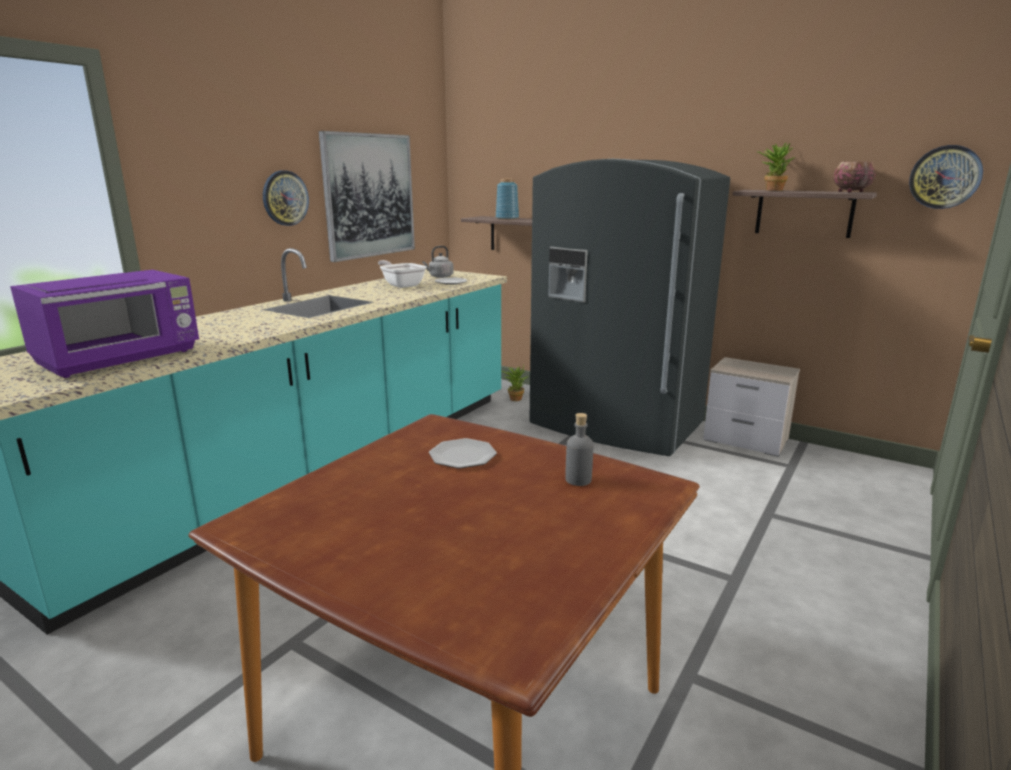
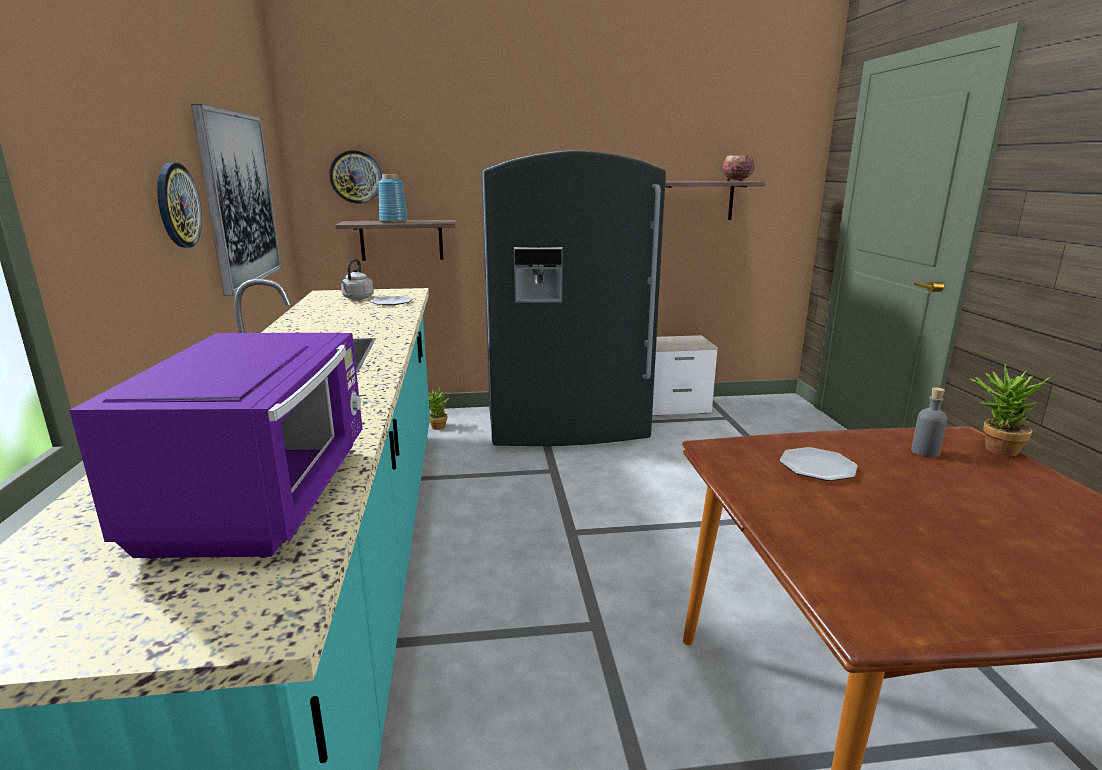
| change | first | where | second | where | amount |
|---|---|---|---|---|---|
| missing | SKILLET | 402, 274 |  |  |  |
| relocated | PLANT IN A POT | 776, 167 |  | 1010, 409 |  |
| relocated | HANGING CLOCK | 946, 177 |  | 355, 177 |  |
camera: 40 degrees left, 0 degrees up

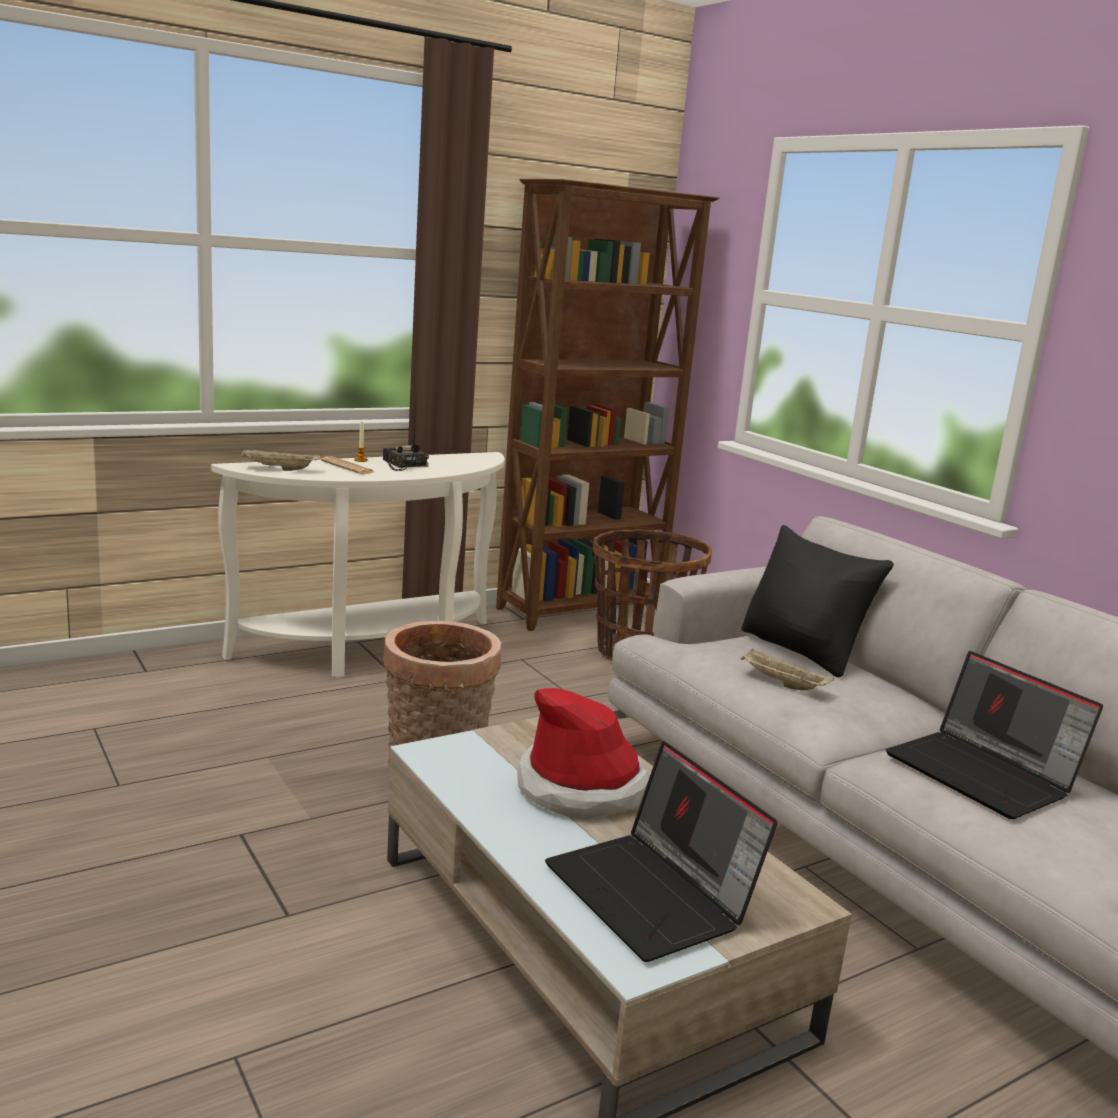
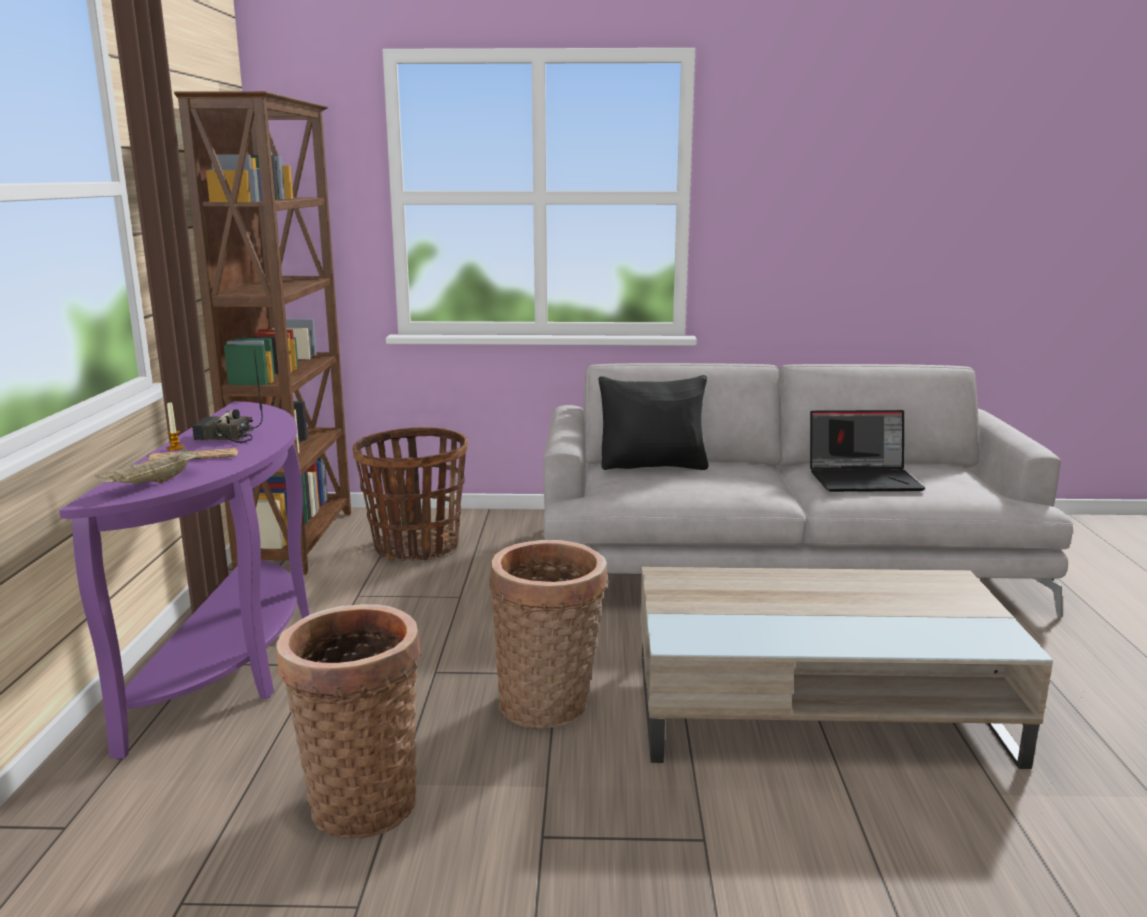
| change | first | where | second | where | amount |
|---|---|---|---|---|---|
| missing | WEARABLE HAT | 583, 753 |  |  |  |
| missing | LAPTOP | 661, 851 |  |  |  |
| missing | SAND-COLOURED SERVING TRAY | 787, 669 |  |  |  |
| appeared |  |  | HOUSEHOLD BASKET | 348, 721 |  |
| colour | WHITE NARROW TABLE | 357, 565 | PURPLISH NARROW TABLE | 184, 580 |  |
camera: 55 degrees left, 0 degrees up

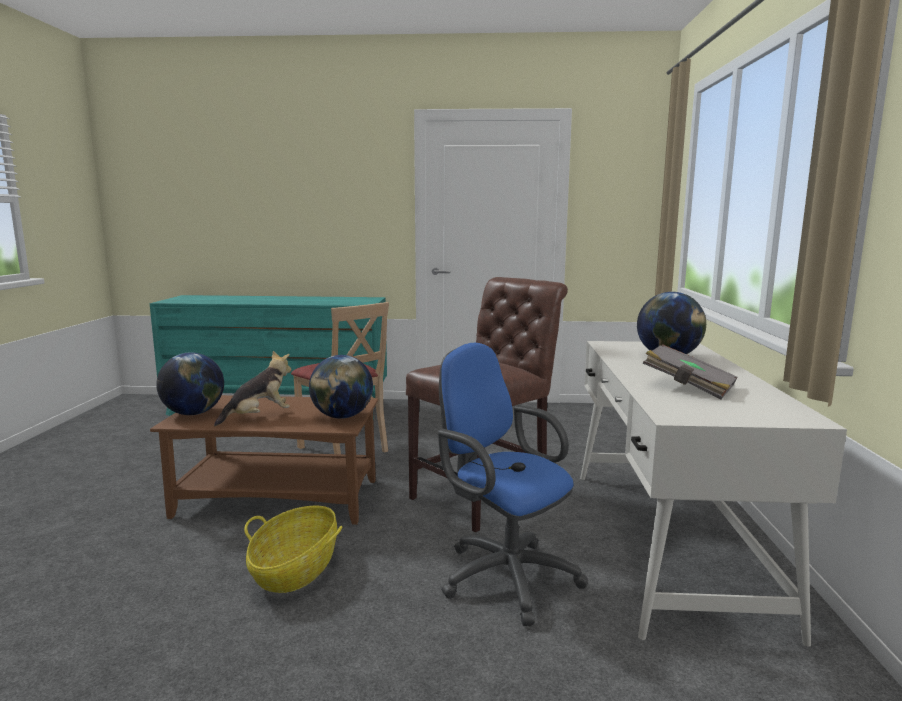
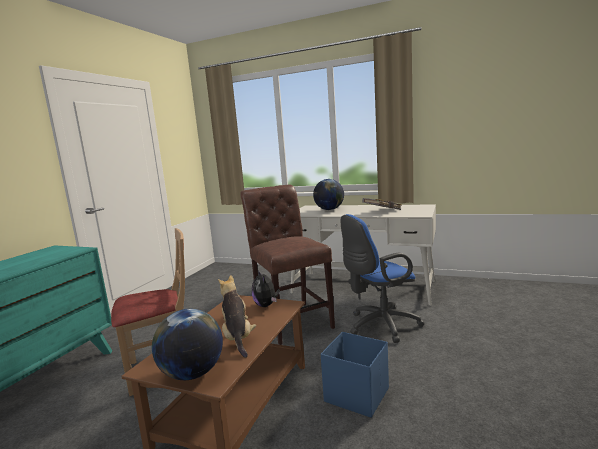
| change | first | where | second | where | amount |
|---|---|---|---|---|---|
| exchanged | HOUSEHOLD BASKET | 293, 549 | BLUE STORAGE CONTAINER | 355, 375 |  |
| exchanged | DESK GLOBE | 341, 387 | SOFT TOY | 266, 288 |  |
camera: 70 degrees left, 0 degrees up

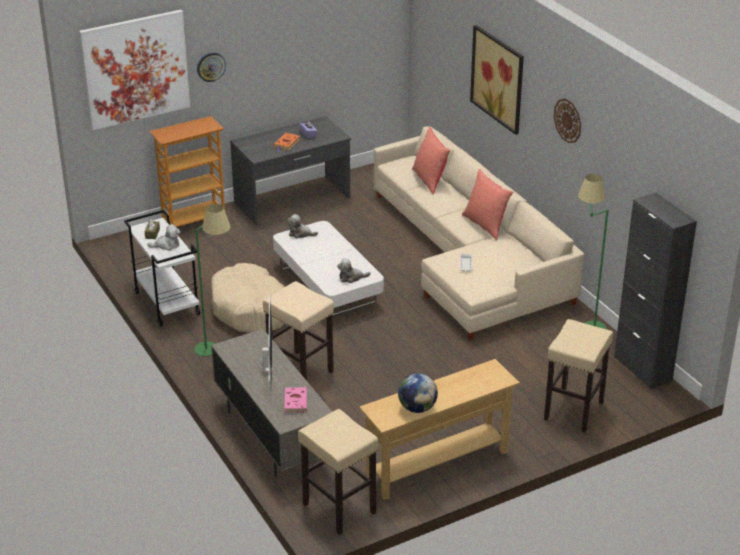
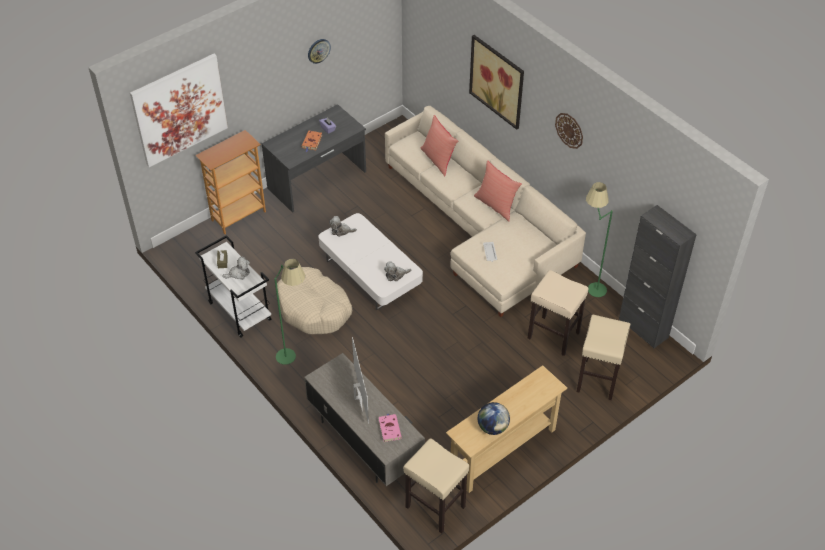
| change | first | where | second | where | amount |
|---|---|---|---|---|---|
| relocated | HANGING CLOCK | 211, 67 |  | 319, 51 |  |
| relocated | SAND-COLOURED STOOL SEAT | 298, 331 |  | 558, 313 |  |
camera: 10 degrees left, 15 degrees up

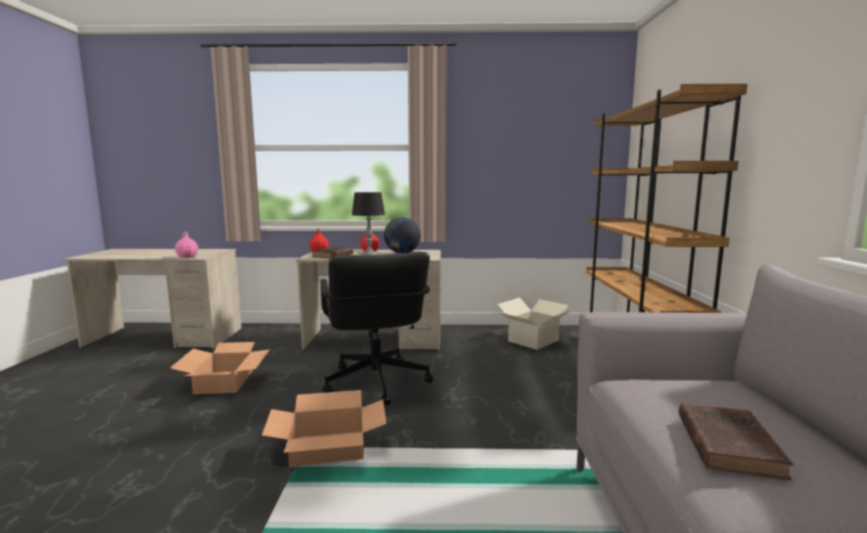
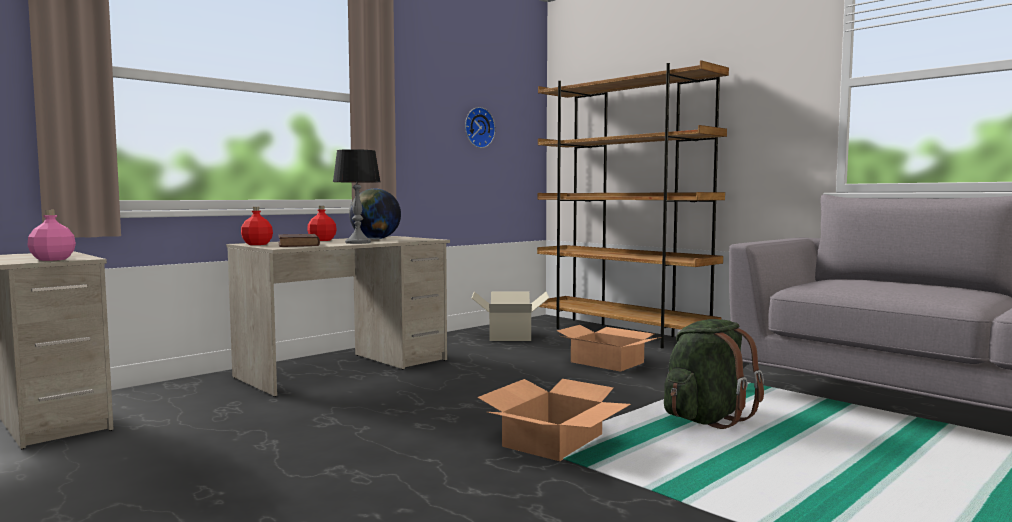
| change | first | where | second | where | amount |
|---|---|---|---|---|---|
| missing | BLACK OFFICE CHAIR | 376, 328 |  |  |  |
| missing | BROWNISH BOUND BOOK | 736, 441 |  |  |  |
| appeared |  |  | HANGING CLOCK | 480, 127 |  |
| appeared |  |  | GREEN-COLOURED KNAPSACK | 714, 374 |  |
| relocated | CARDBOARD BOX | 220, 368 |  | 609, 348 |  |
camera: 45 degrees left, 5 degrees down

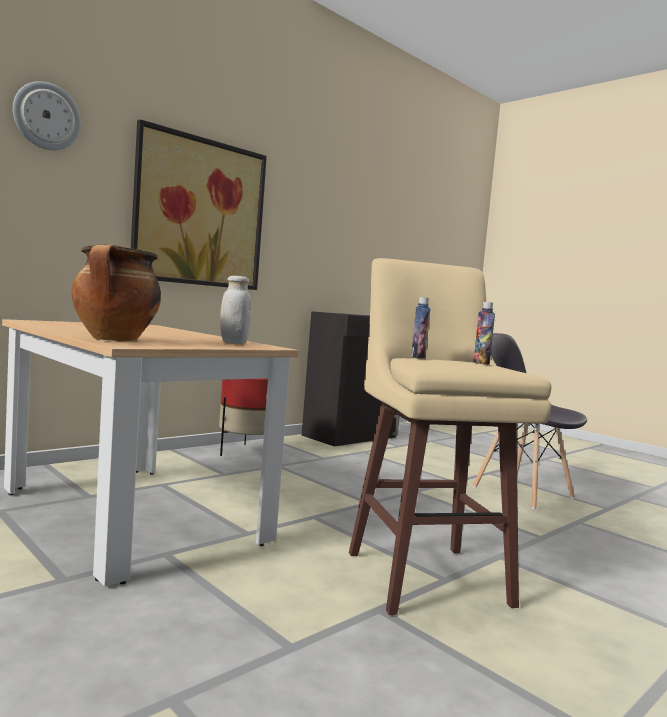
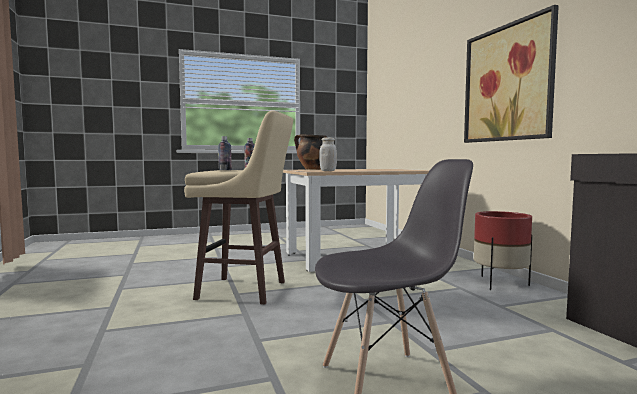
| change | first | where | second | where | amount |
|---|---|---|---|---|---|
| missing | HANGING CLOCK | 47, 115 |  |  |  |
camera: 115 degrees right, 0 degrees up

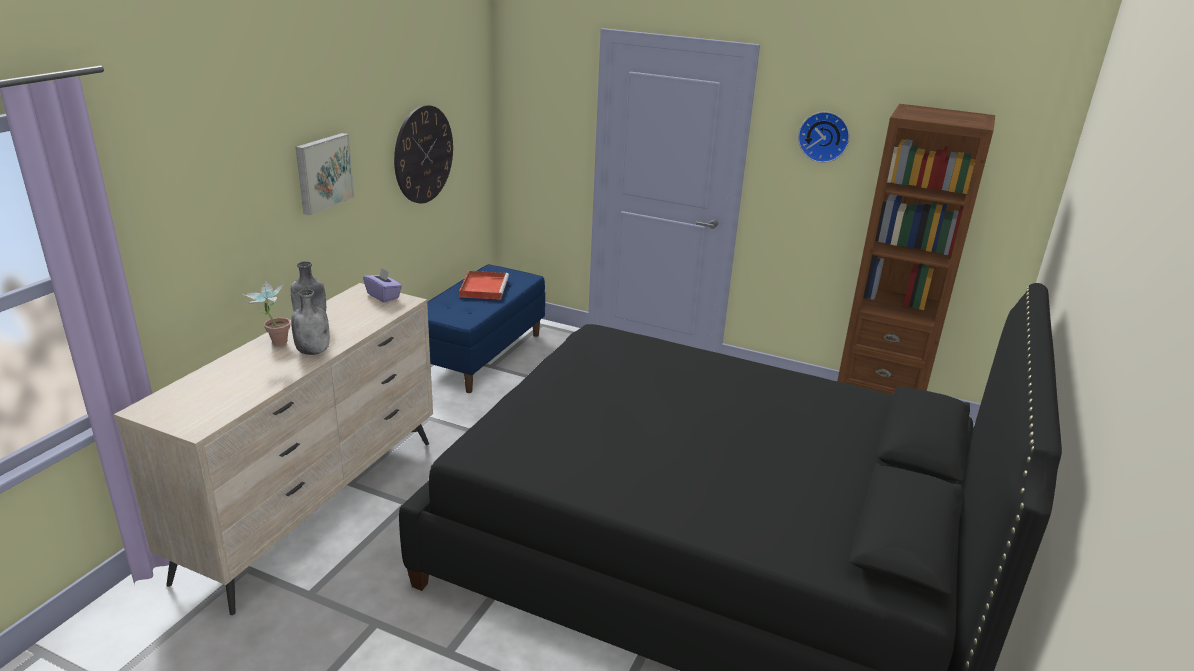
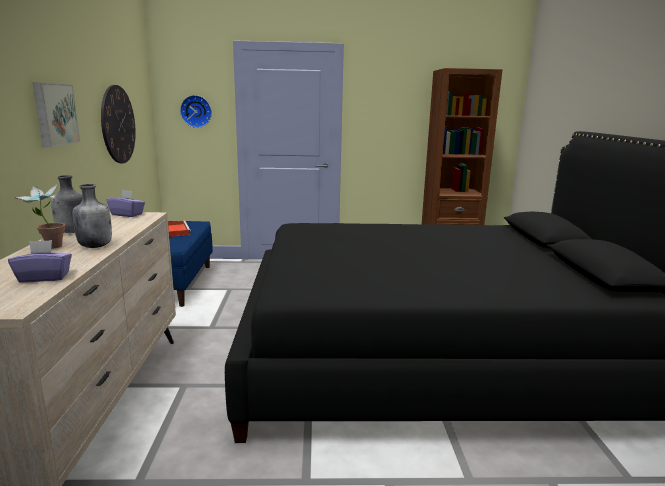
| change | first | where | second | where | amount |
|---|---|---|---|---|---|
| appeared |  |  | PURPLISH BOX OF TISSUES | 40, 261 |  |
| relocated | HANGING CLOCK | 824, 137 |  | 196, 111 |  |
camera: 25 degrees left, 10 degrees down

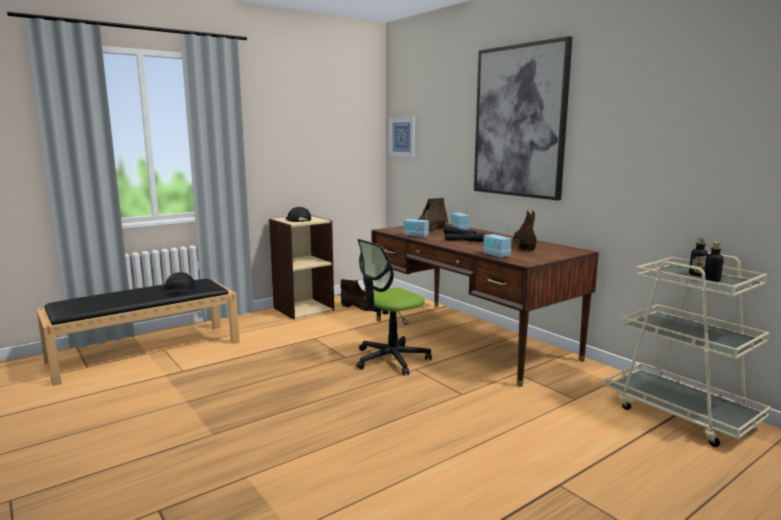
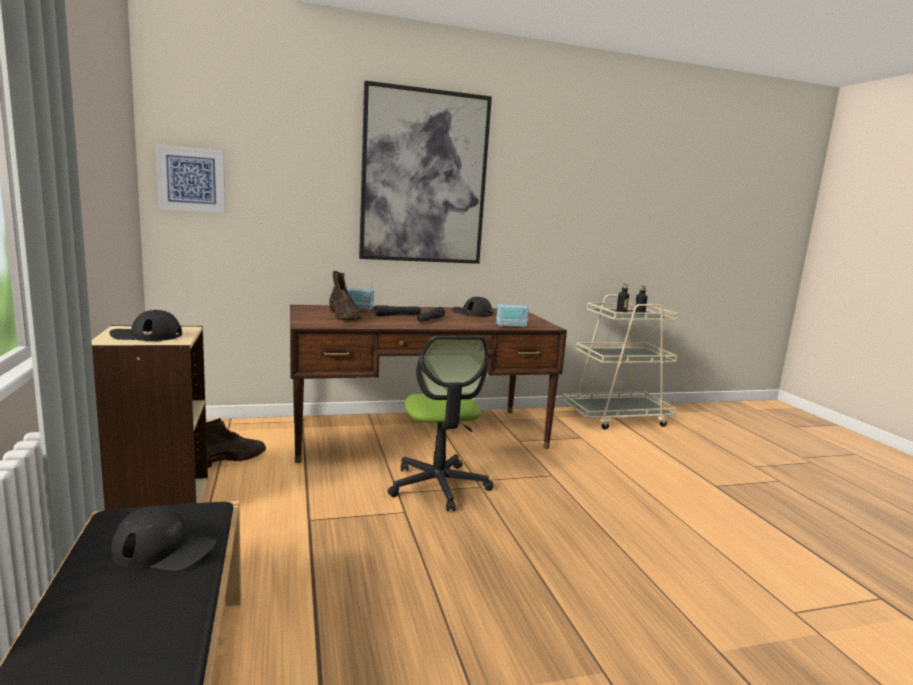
| change | first | where | second | where | amount |
|---|---|---|---|---|---|
| missing | RADIO | 416, 224 |  |  |  |
| exchanged | BROWNISH HIGH-TOP BOOT | 524, 230 | BLACK CAP | 472, 307 |  |
camera: 70 degrees left, 0 degrees up

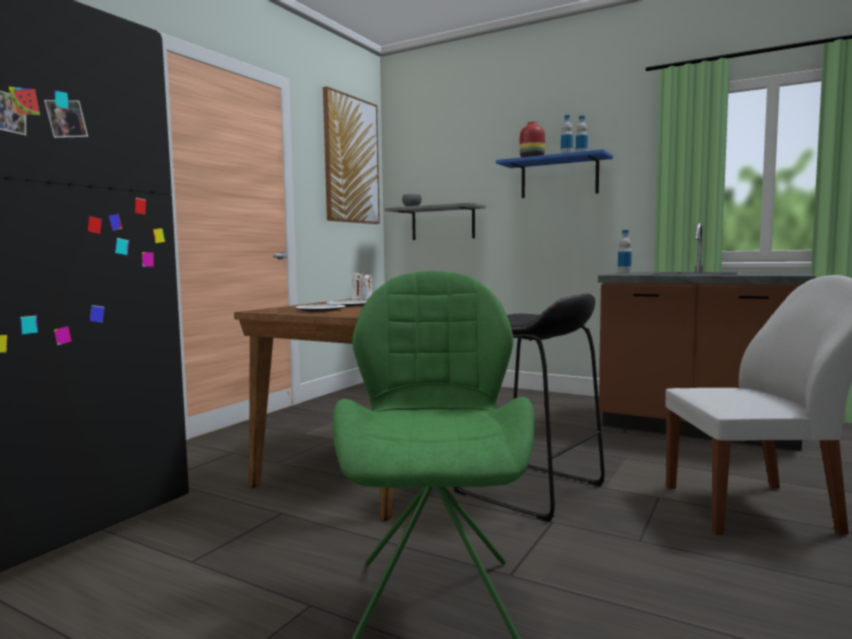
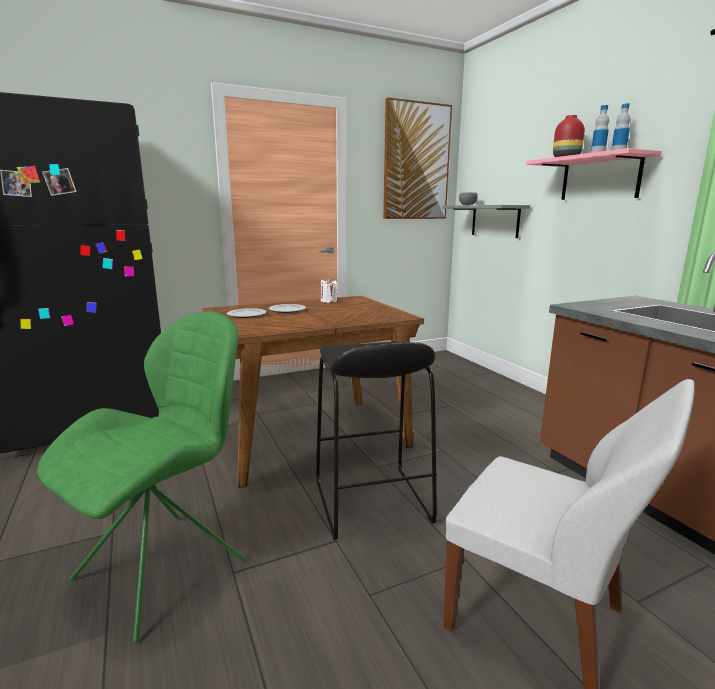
| change | first | where | second | where | amount |
|---|---|---|---|---|---|
| missing | BOTTLE | 625, 251 |  |  |  |
| colour | BLUE BRACKET SHELF | 554, 173 | PINK-COLOURED BRACKET SHELF | 594, 174 |  |
camera: 35 degrees right, 10 degrees up

